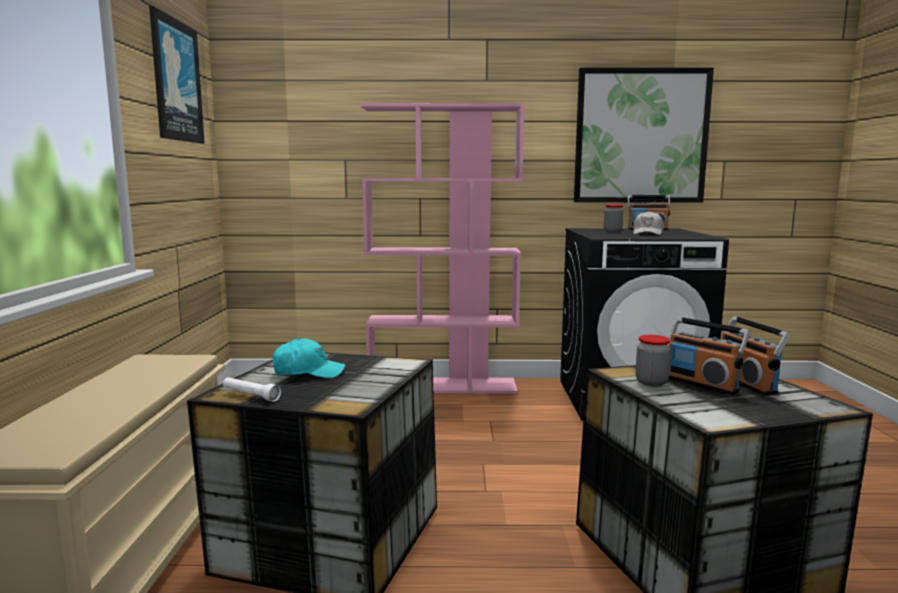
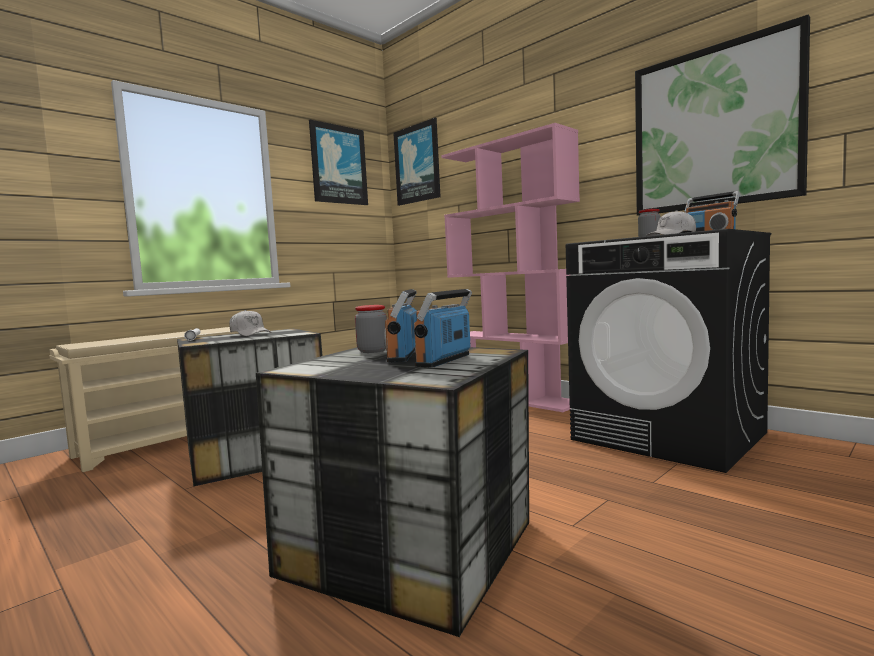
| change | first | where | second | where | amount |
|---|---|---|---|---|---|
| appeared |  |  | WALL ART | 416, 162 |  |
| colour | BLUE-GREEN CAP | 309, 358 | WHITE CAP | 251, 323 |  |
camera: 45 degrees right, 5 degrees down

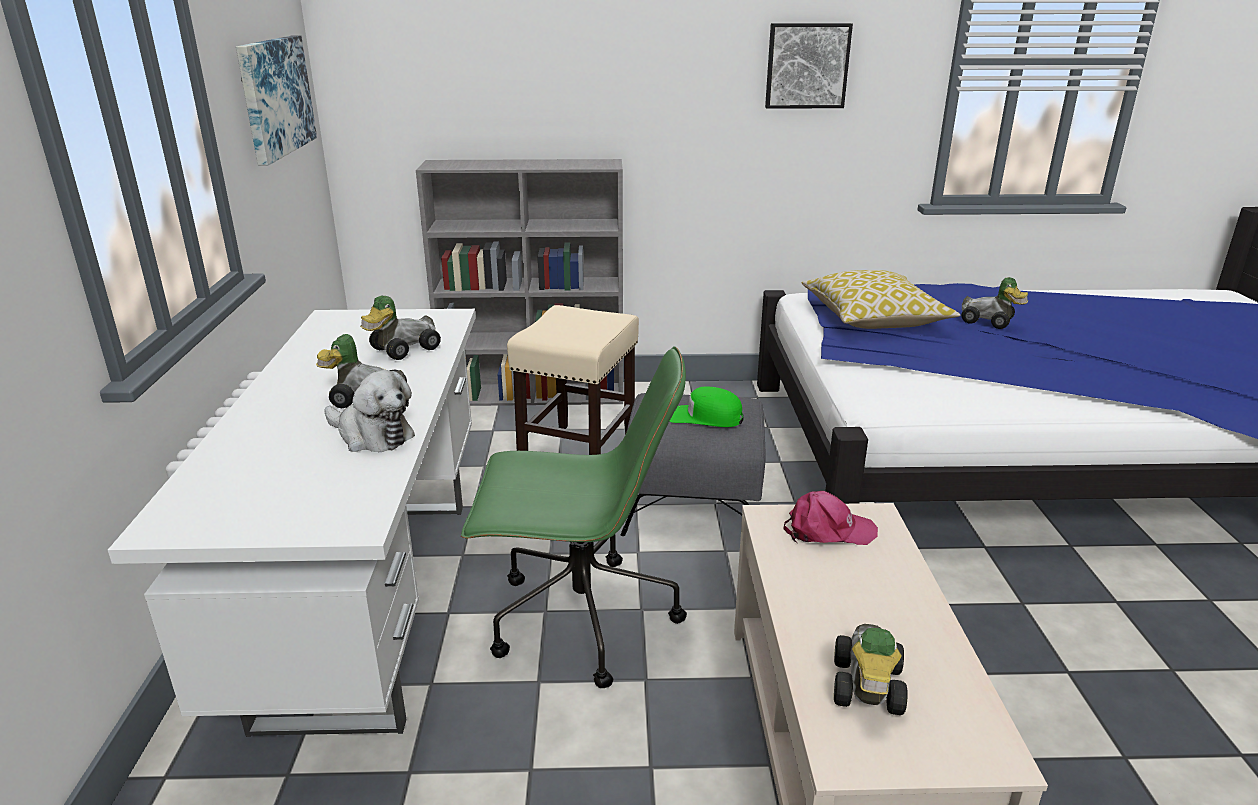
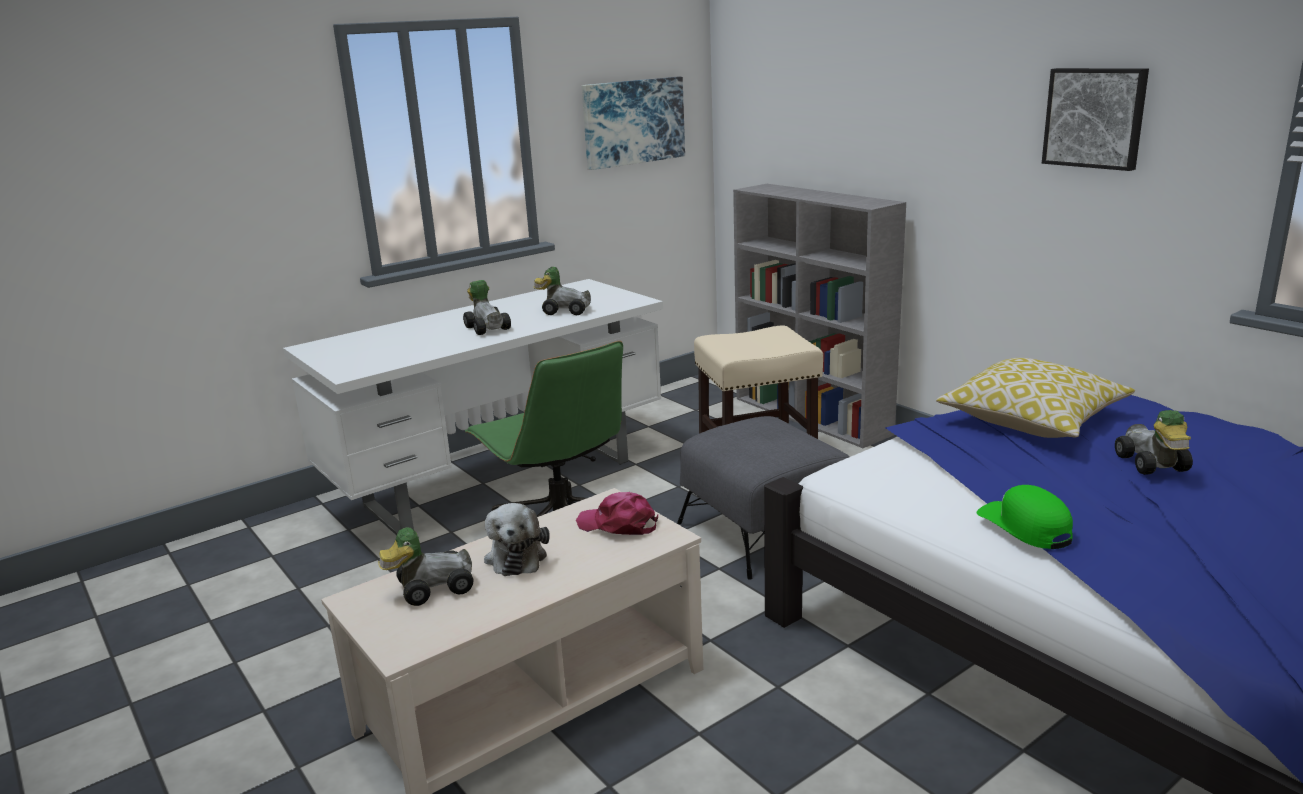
| change | first | where | second | where | amount |
|---|---|---|---|---|---|
| relocated | SOFT TOY | 370, 411 |  | 517, 539 |  |
| relocated | GREEN-COLOURED CAP | 706, 407 |  | 1024, 517 |  |
| spun | PINK-COLOURED CAP | 830, 518 |  | 617, 513 | 150 degrees clockwise |
camera: 55 degrees right, 5 degrees down

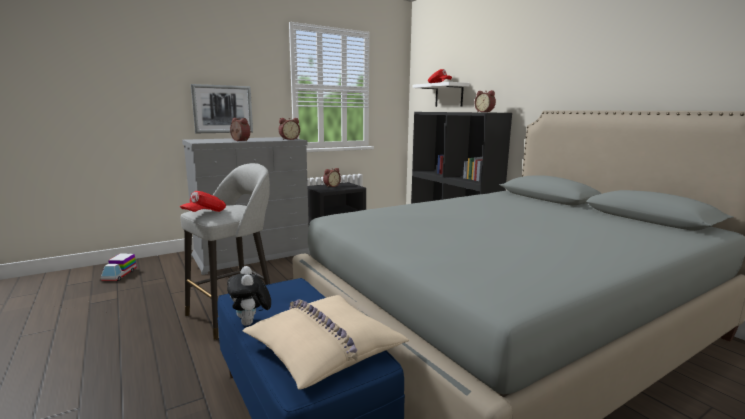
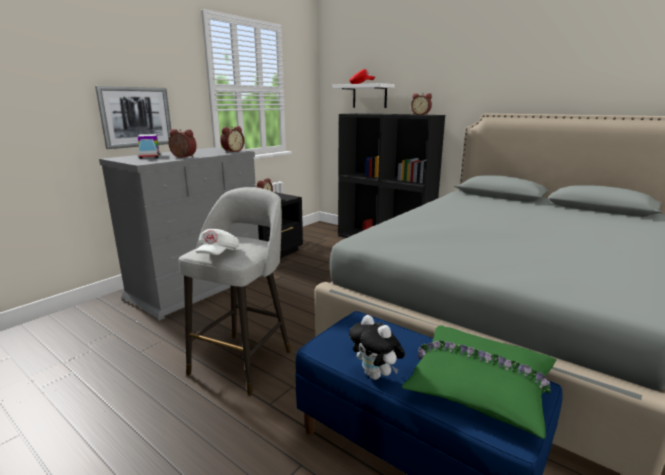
| change | first | where | second | where | amount |
|---|---|---|---|---|---|
| relocated | MODEL TRUCK | 119, 267 |  | 149, 146 |  |
| colour | REDDISH CAP | 203, 201 | WHITE CAP | 217, 242 |  |
| colour | SAND-COLOURED PILLOW | 326, 342 | GREEN-COLOURED PILLOW | 479, 382 |  |
camera: 20 degrees left, 5 degrees up

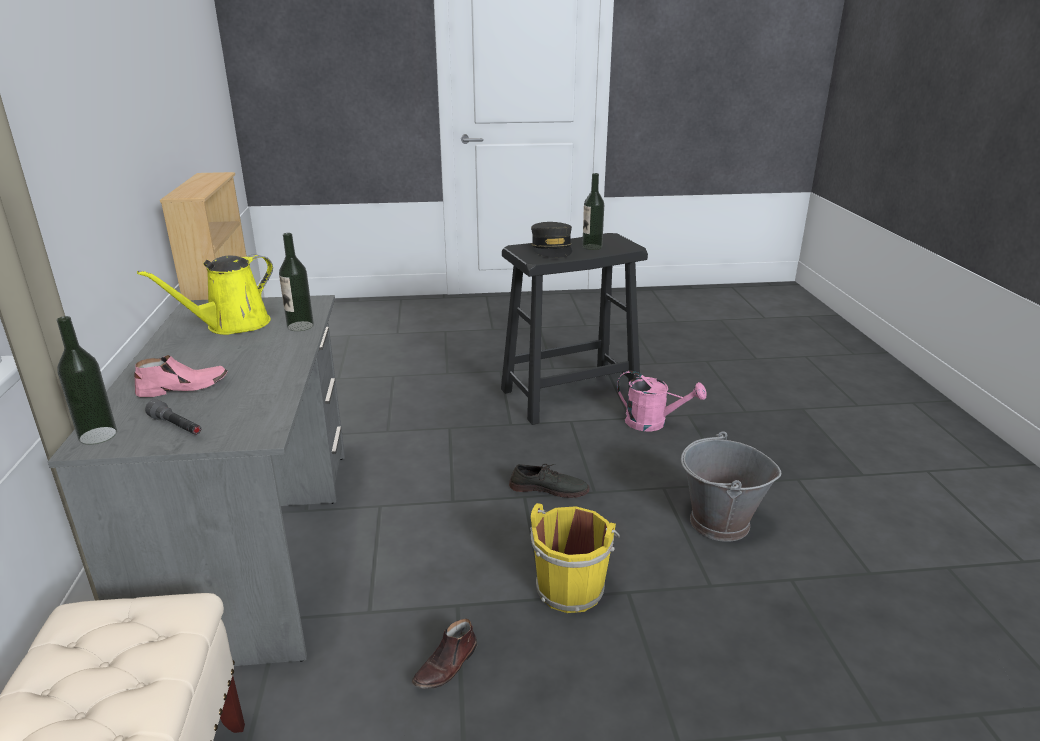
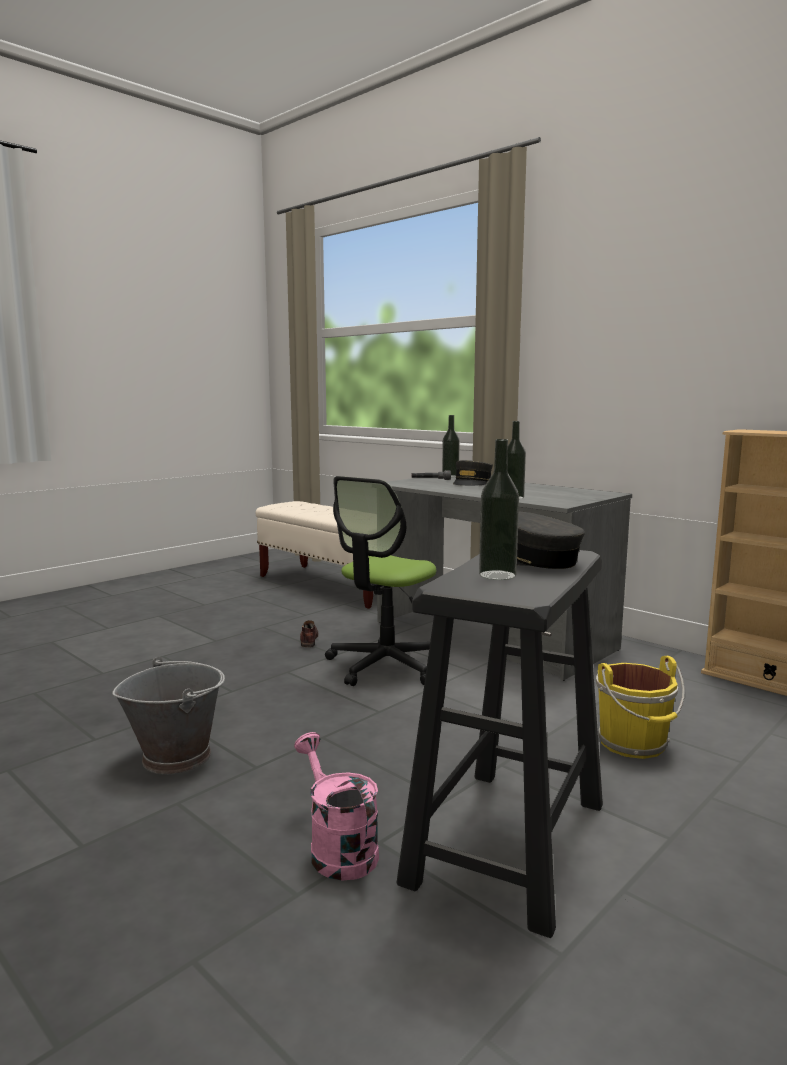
| change | first | where | second | where | amount |
|---|---|---|---|---|---|
| missing | YELLOW SPRINKLING CAN | 205, 295 |  |  |  |
| missing | GREY LOW SHOE | 549, 481 |  |  |  |
| appeared |  |  | OFFICE CHAIR | 381, 581 |  |
| relocated | YELLOW PAIL | 575, 558 |  | 640, 707 |  |
| exchanged | PINK-COLOURED LOW SHOE | 181, 376 | GREY CAP | 473, 473 |  |
| spun | PINK-COLOURED SPRINKLING CAN | 662, 400 |  | 336, 806 | 75 degrees clockwise |
camera: 140 degrees right, 15 degrees down

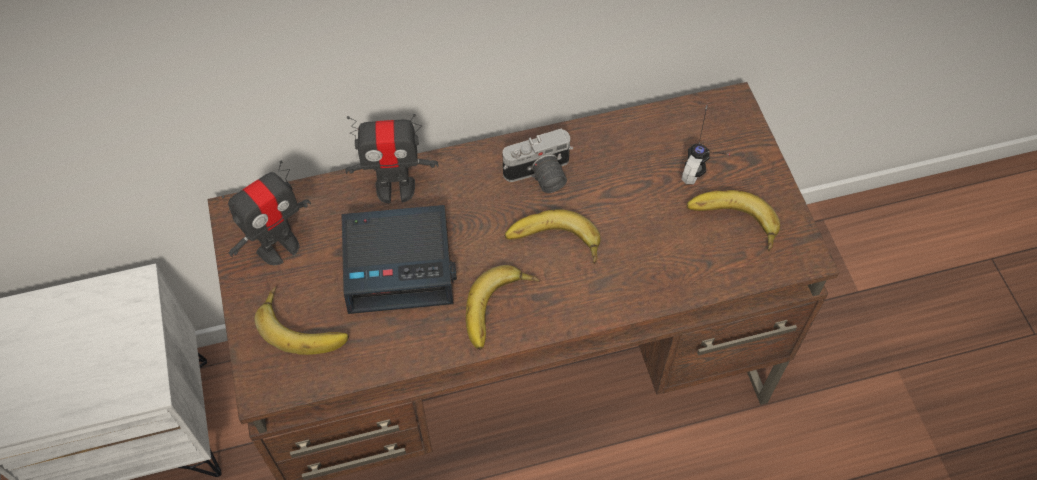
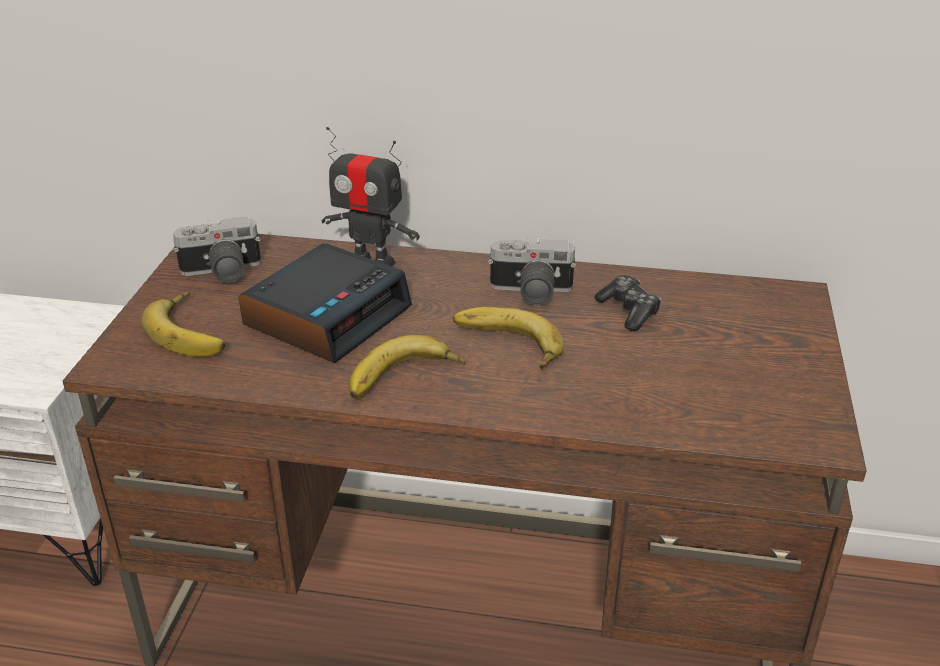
| change | first | where | second | where | amount |
|---|---|---|---|---|---|
| missing | HEADPHONES | 705, 144 |  |  |  |
| missing | WHOLE BANANA | 733, 220 |  |  |  |
| appeared |  |  | JOYPAD | 628, 303 |  |
| exchanged | TOY ROBOT | 266, 213 | STILL CAMERA | 217, 249 |  |
| spun | BEDSIDE CLOCK | 399, 259 |  | 325, 303 | 75 degrees counterclockwise |
camera: 25 degrees right, 25 degrees down

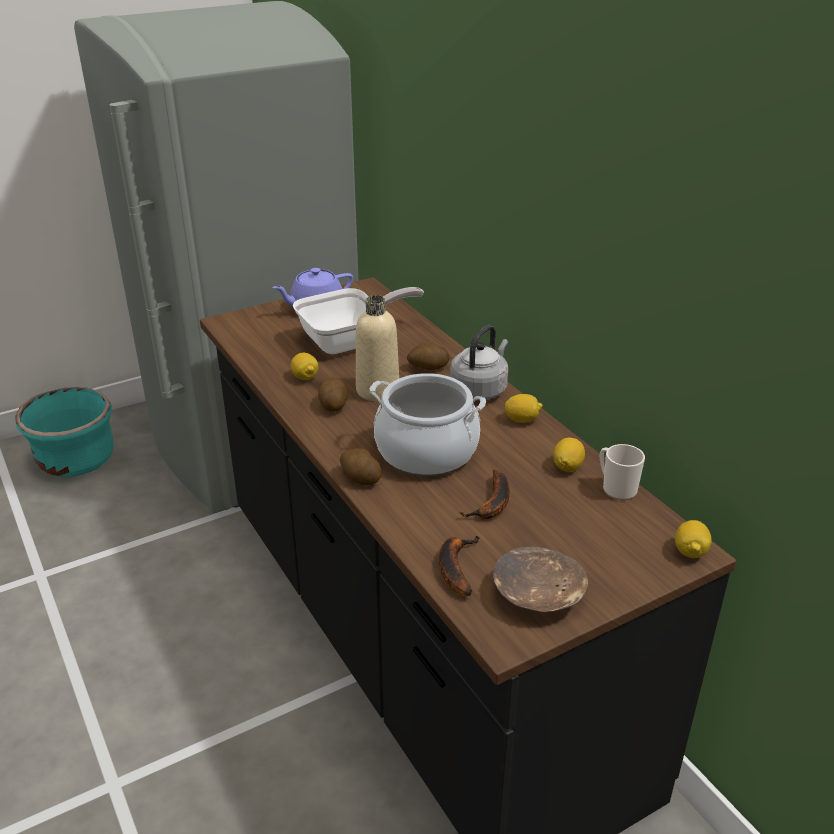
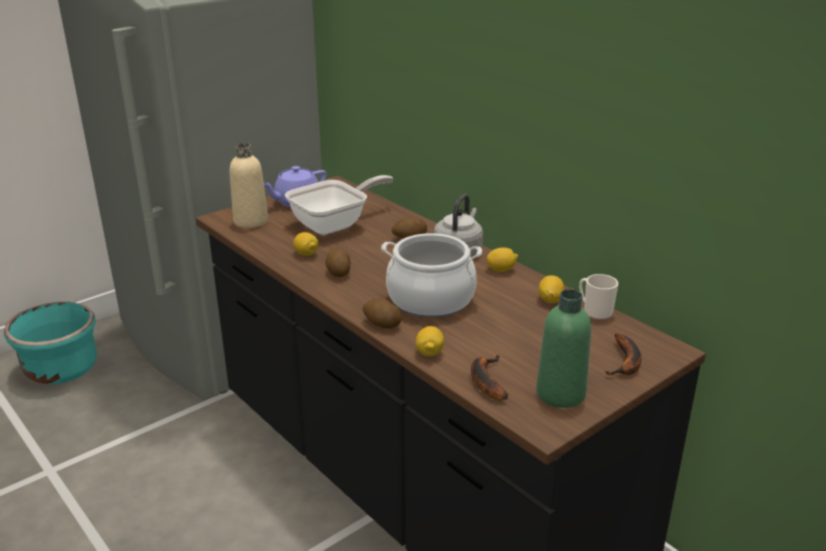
| change | first | where | second | where | amount |
|---|---|---|---|---|---|
| relocated | SAND-COLOURED BOTTLE | 377, 348 |  | 249, 185 |  |
| relocated | WHOLE BANANA | 485, 494 |  | 623, 354 |  |
| relocated | WHOLE LEMON | 693, 539 |  | 430, 341 |  |
| exchanged | BROWNISH DEEP DISH | 540, 580 | GREEN-COLOURED BOTTLE | 563, 348 |  |
camera: 10 degrees left, 5 degrees down

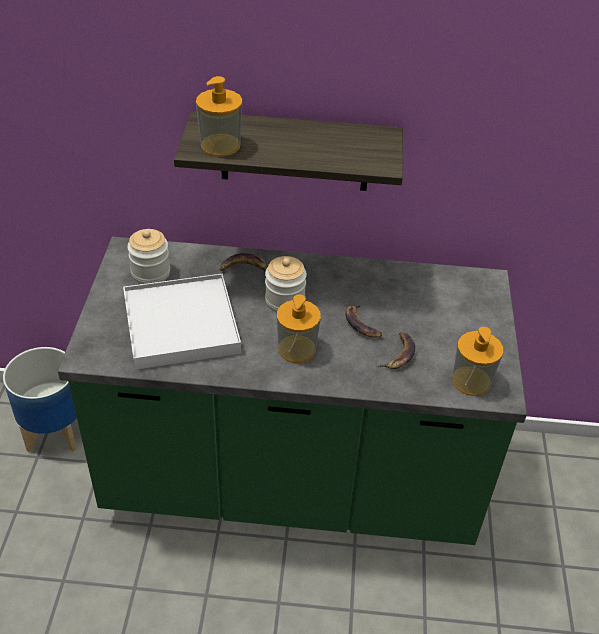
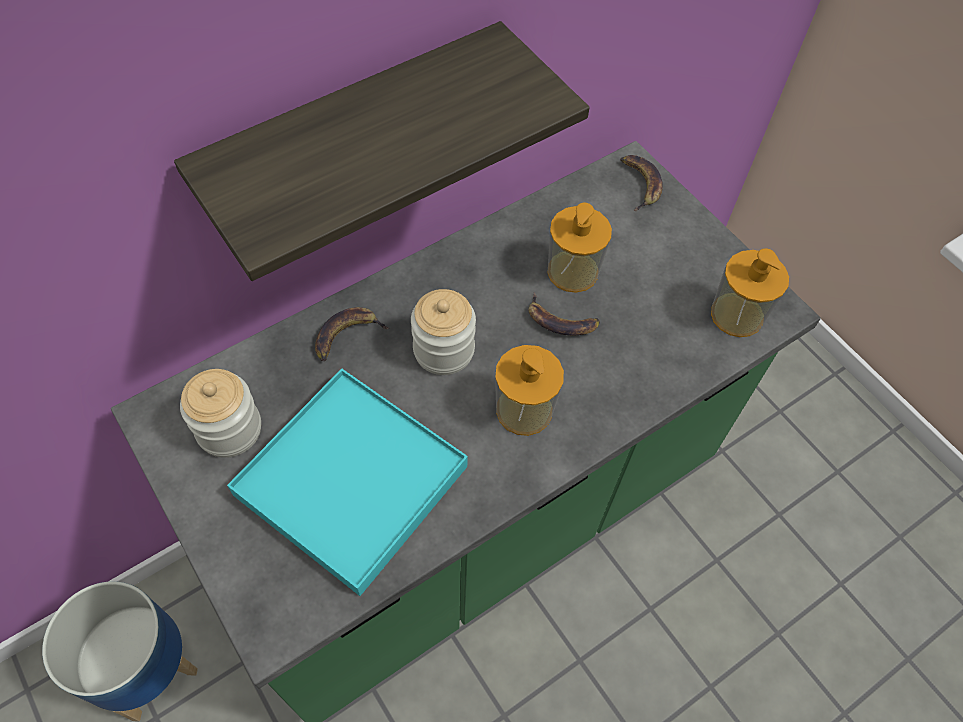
| change | first | where | second | where | amount |
|---|---|---|---|---|---|
| relocated | SOAP DISPENSER | 219, 116 |  | 579, 248 |  |
| relocated | WHOLE BANANA | 395, 350 |  | 641, 183 |  |
| colour | WHITE SERVING TRAY | 182, 322 | BLUE-GREEN SERVING TRAY | 347, 482 |  |
camera: 40 degrees left, 15 degrees up

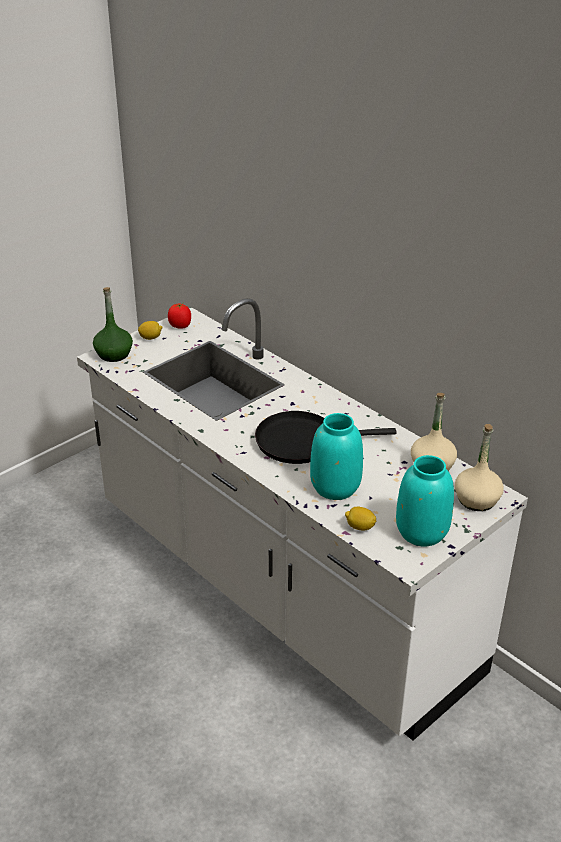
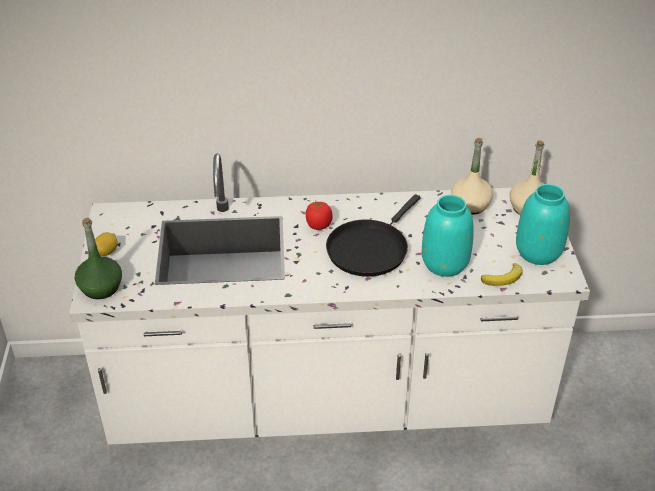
| change | first | where | second | where | amount |
|---|---|---|---|---|---|
| relocated | TOMATO | 179, 316 |  | 319, 215 |  |
| exchanged | WHOLE LEMON | 360, 519 | WHOLE BANANA | 502, 274 |  |
camera: 50 degrees left, 5 degrees up

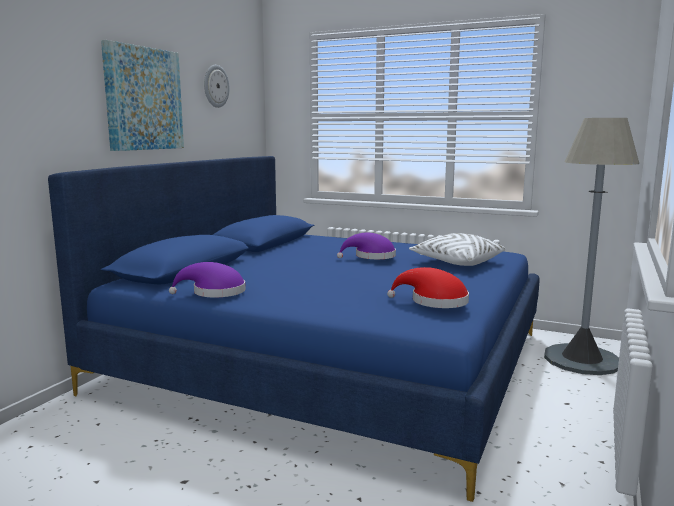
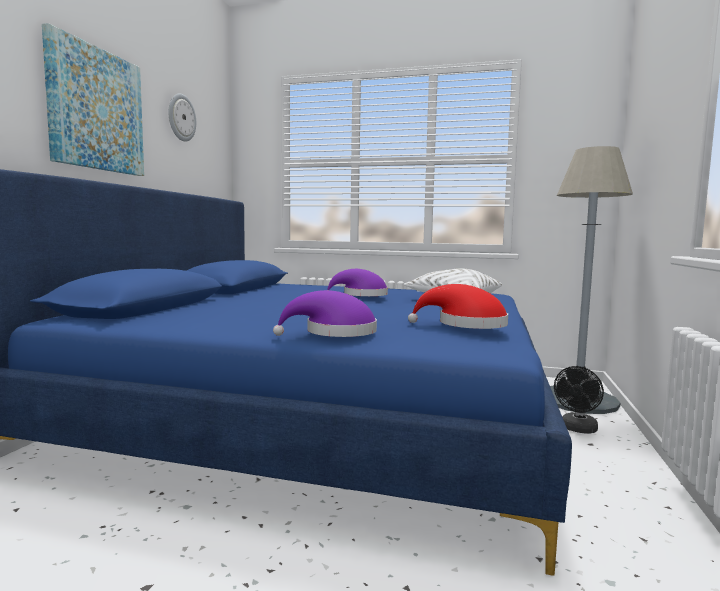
| change | first | where | second | where | amount |
|---|---|---|---|---|---|
| appeared |  |  | BLACK ELECTRIC FAN | 579, 400 |  |
| relocated | PURPLISH WEARABLE HAT | 207, 279 |  | 325, 313 |  |
camera: 10 degrees left, 5 degrees down

